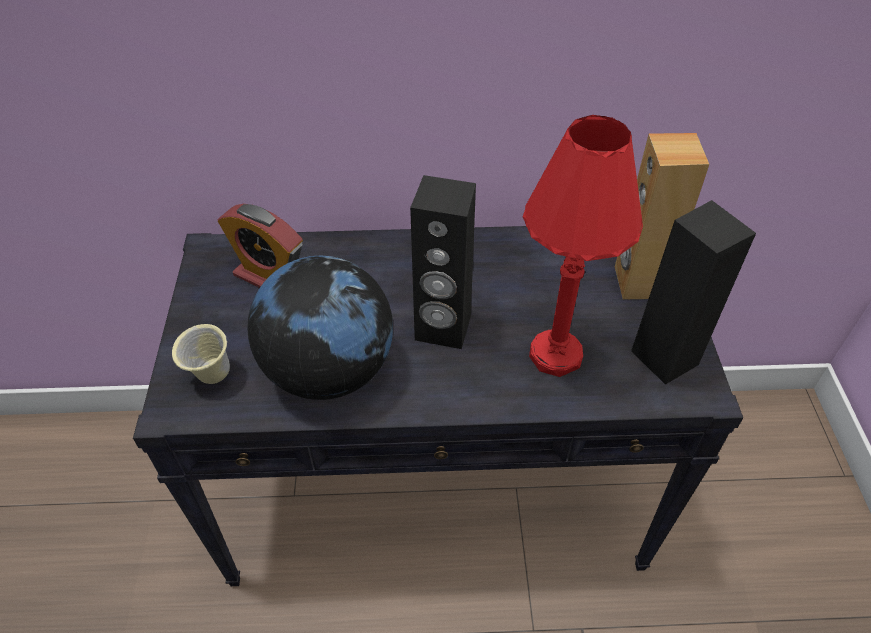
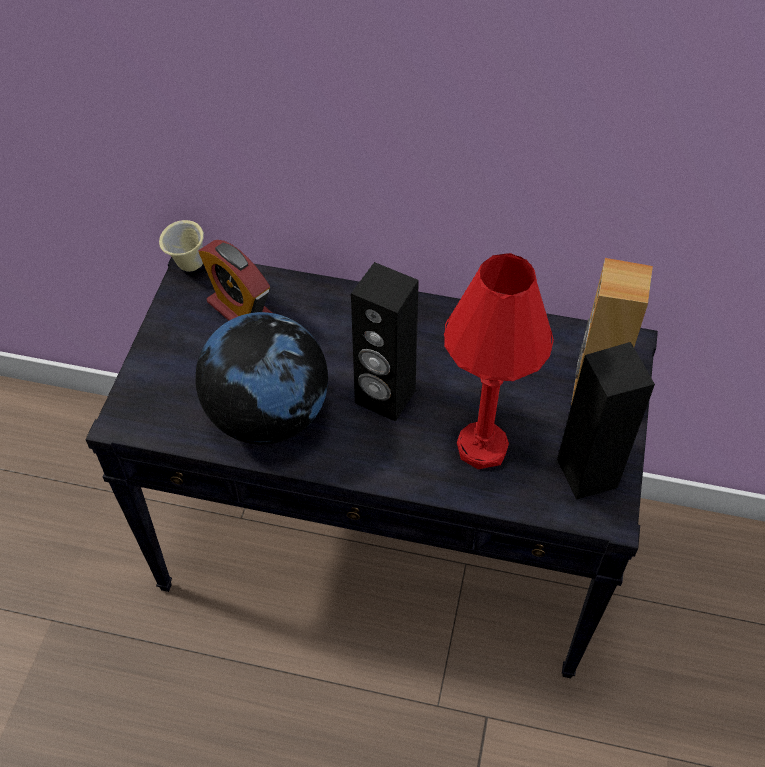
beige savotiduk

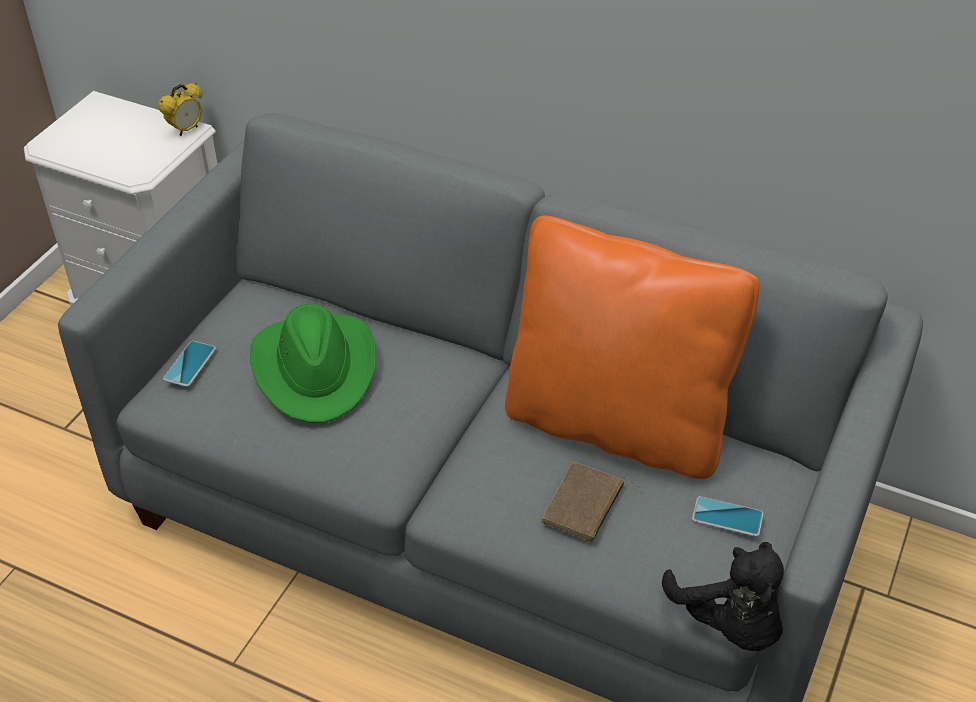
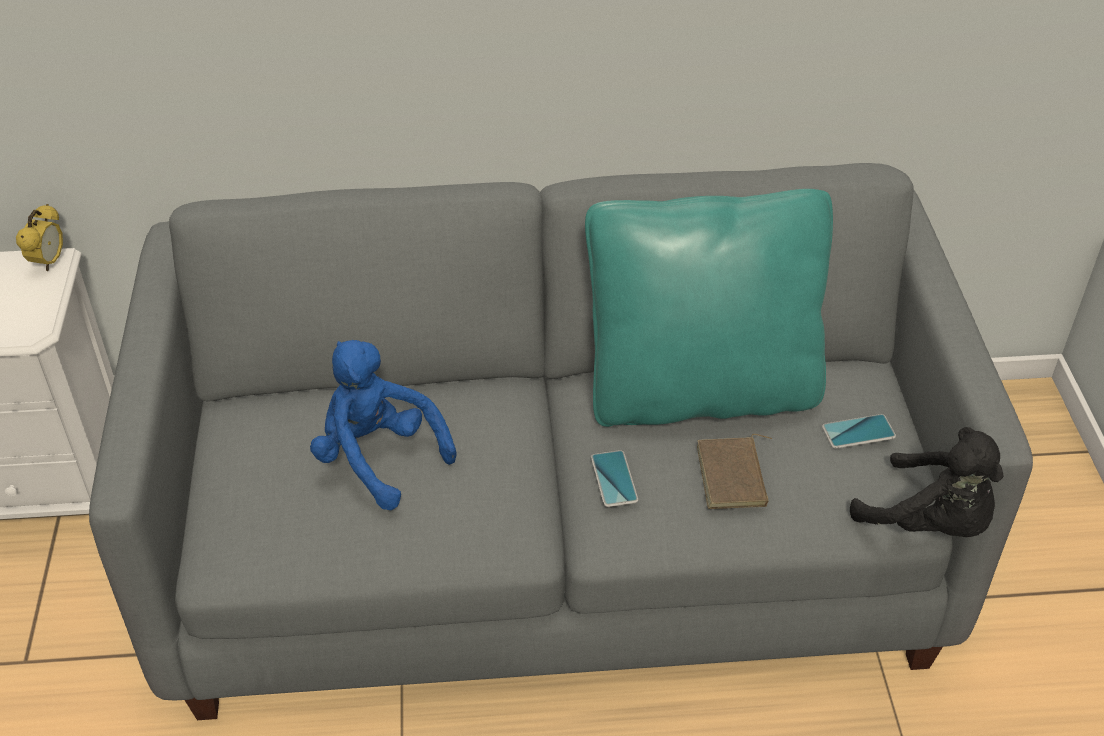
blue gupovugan; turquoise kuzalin; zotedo (no. 1 from left)

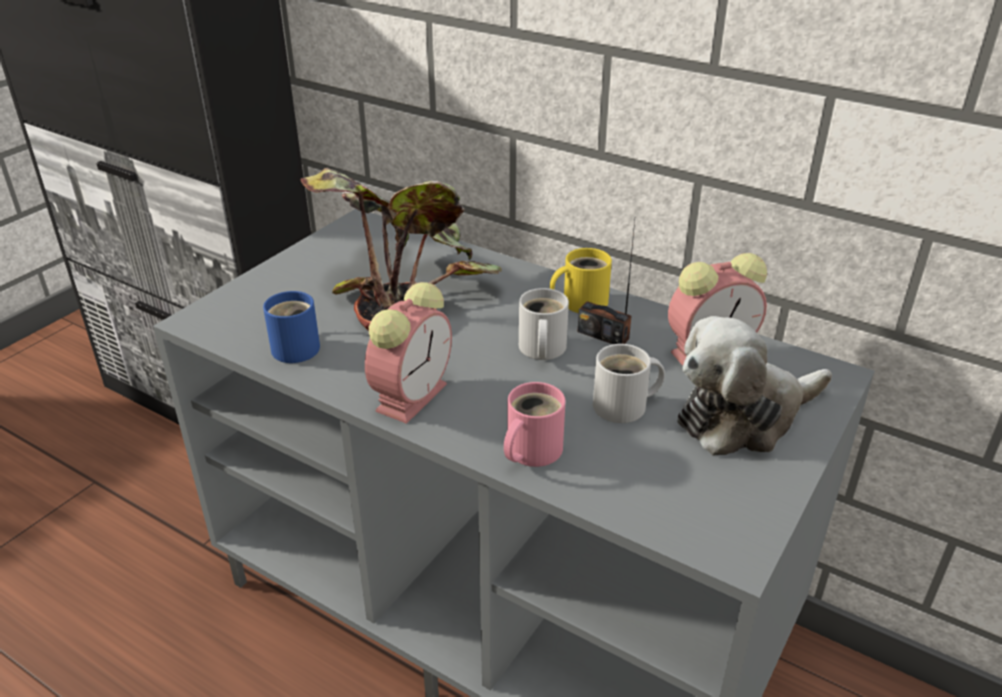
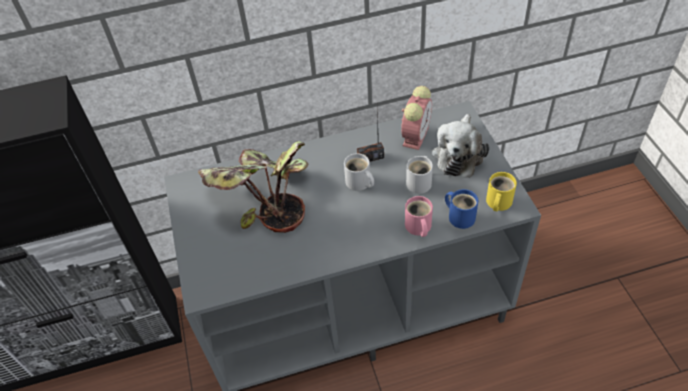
blue savotiduk; yellow savotiduk; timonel (no. 1 from left in the first image)

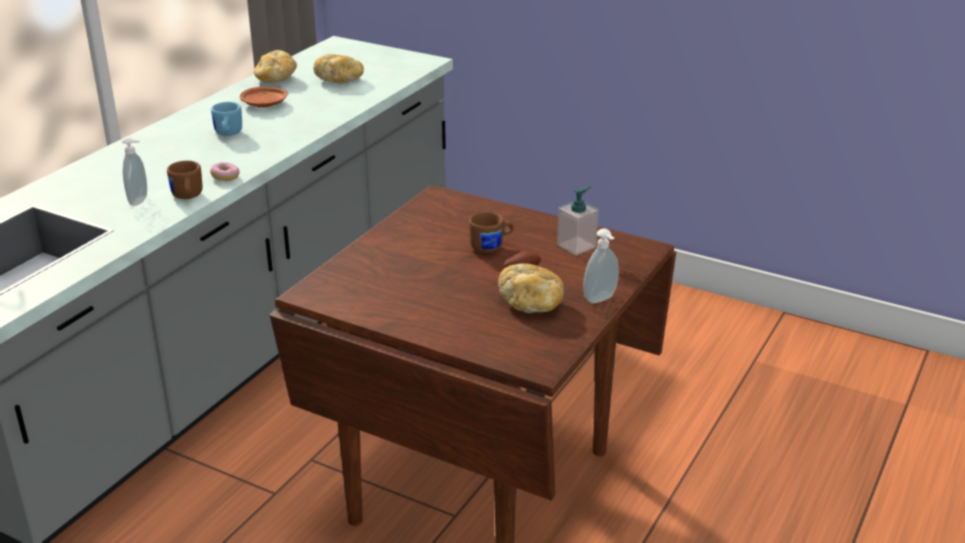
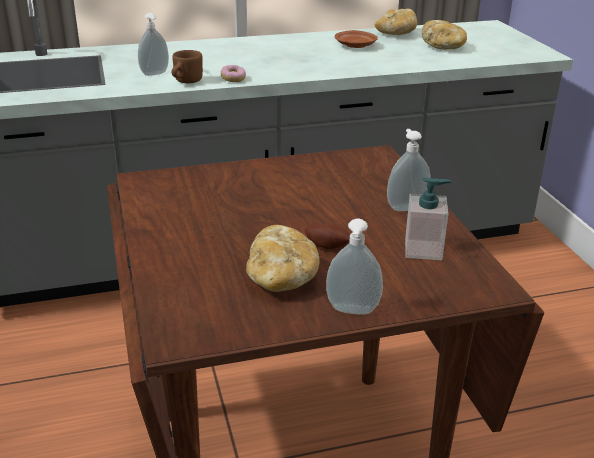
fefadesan (no. 3 from left); blue savotiduk; brown savotiduk (no. 2 from left in the first image)

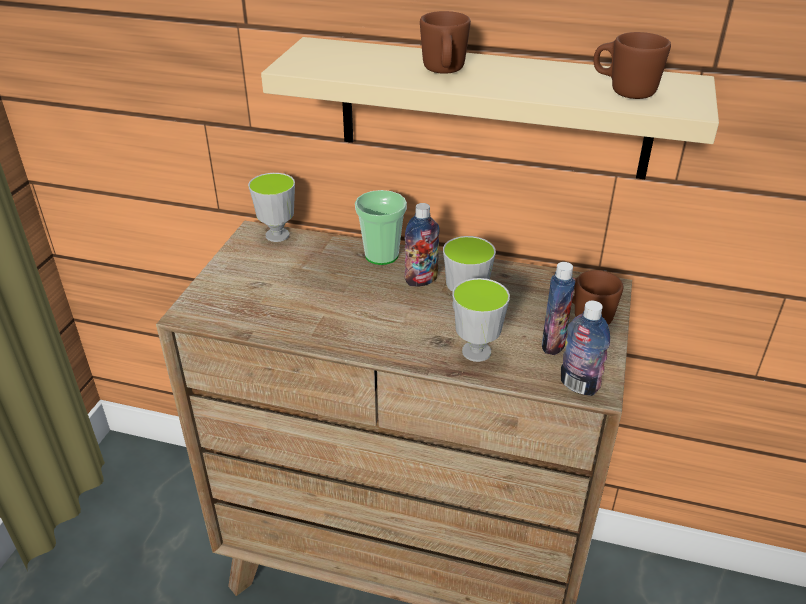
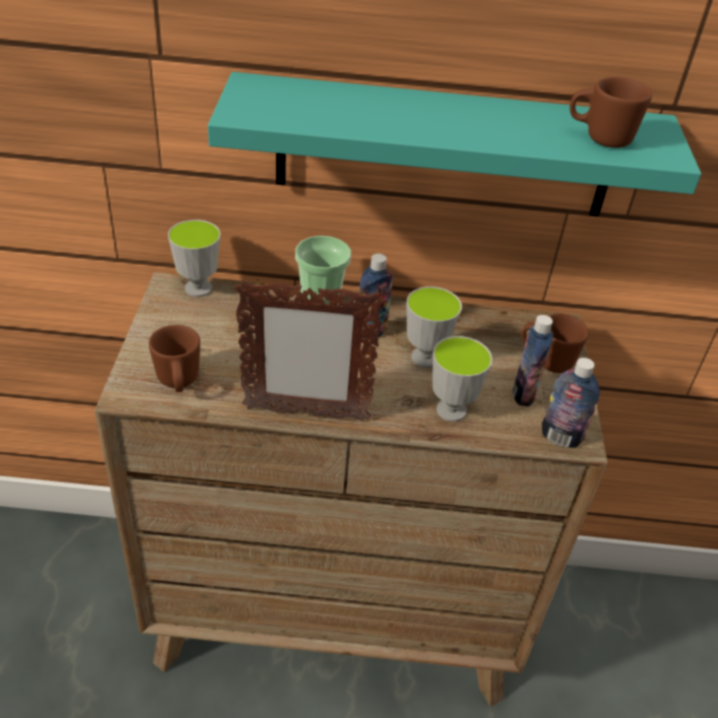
brown savotiduk (no. 1 from left); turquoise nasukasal; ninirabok

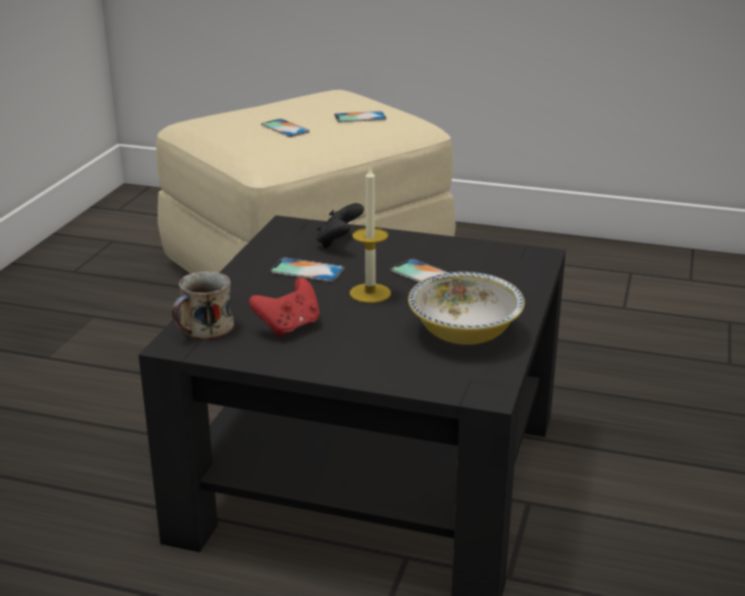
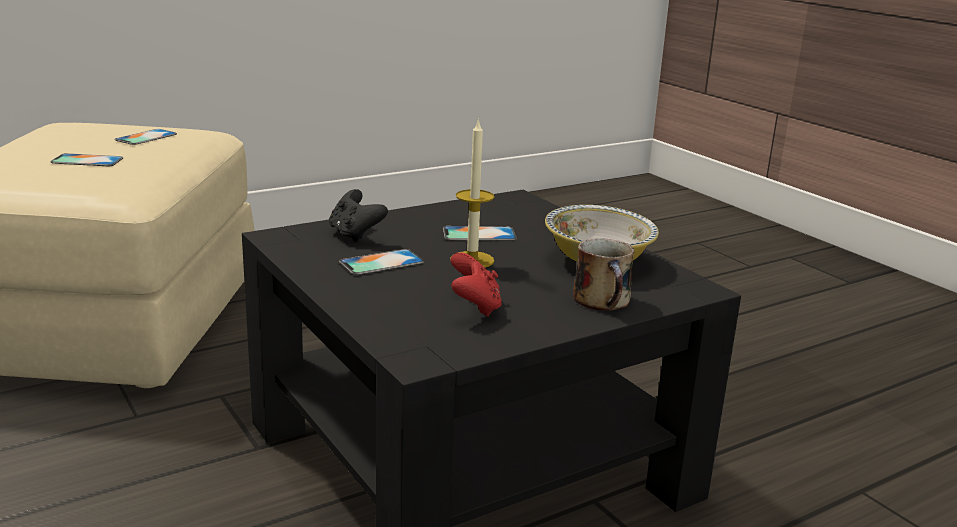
savotiduk

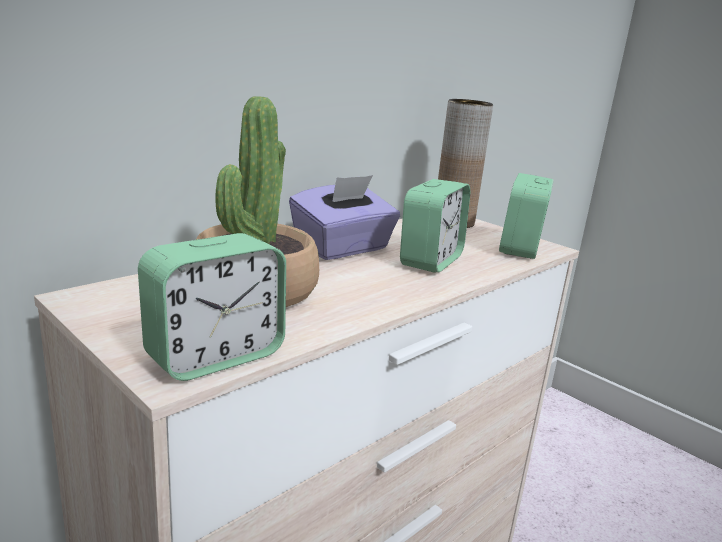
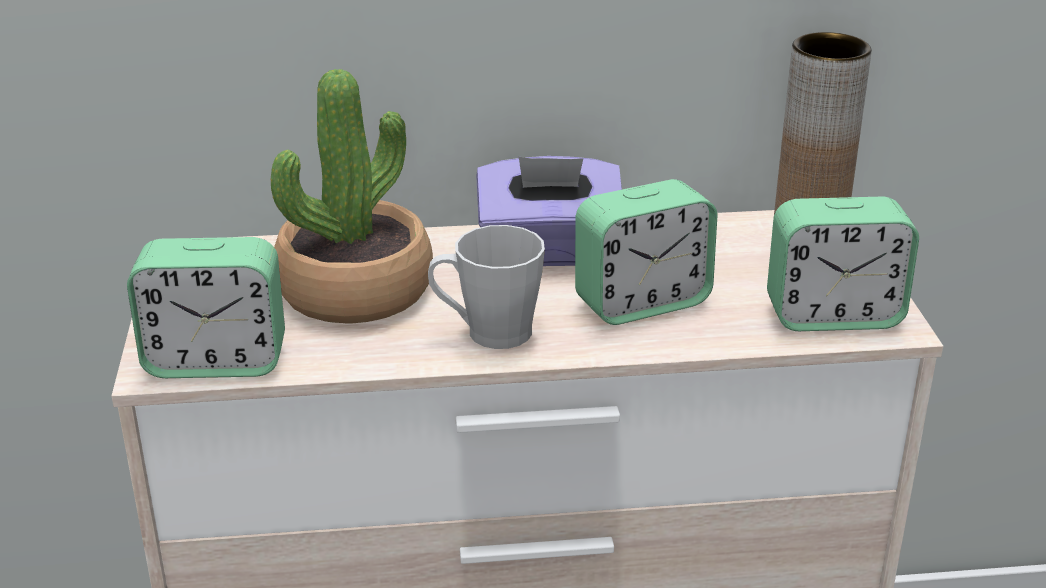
grey savotiduk; timonel (no. 3 from left)

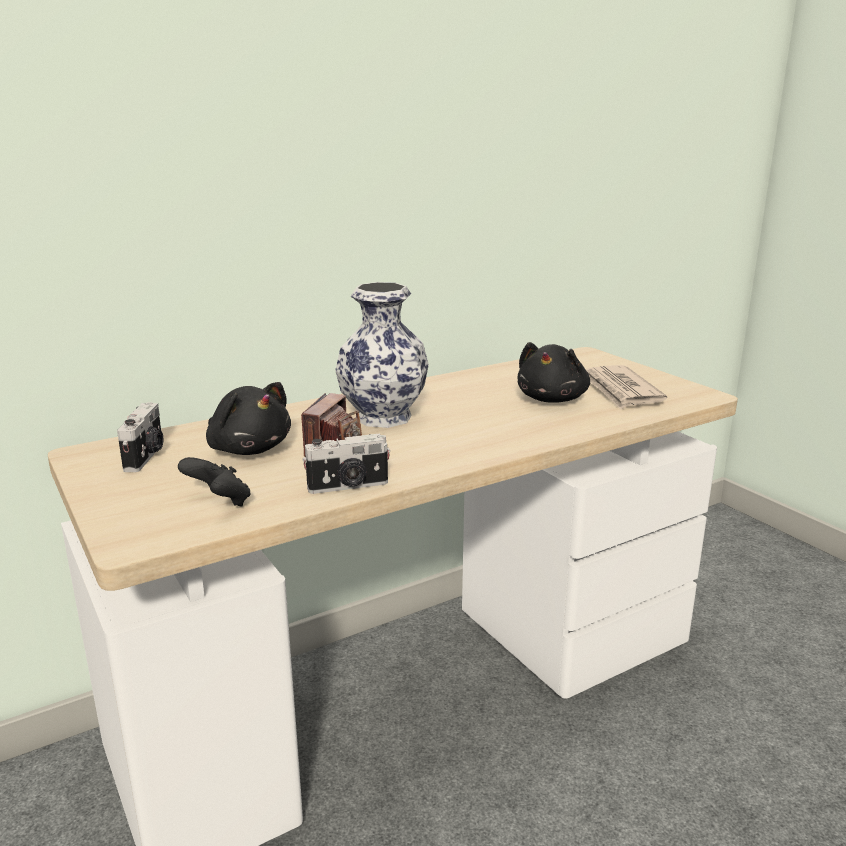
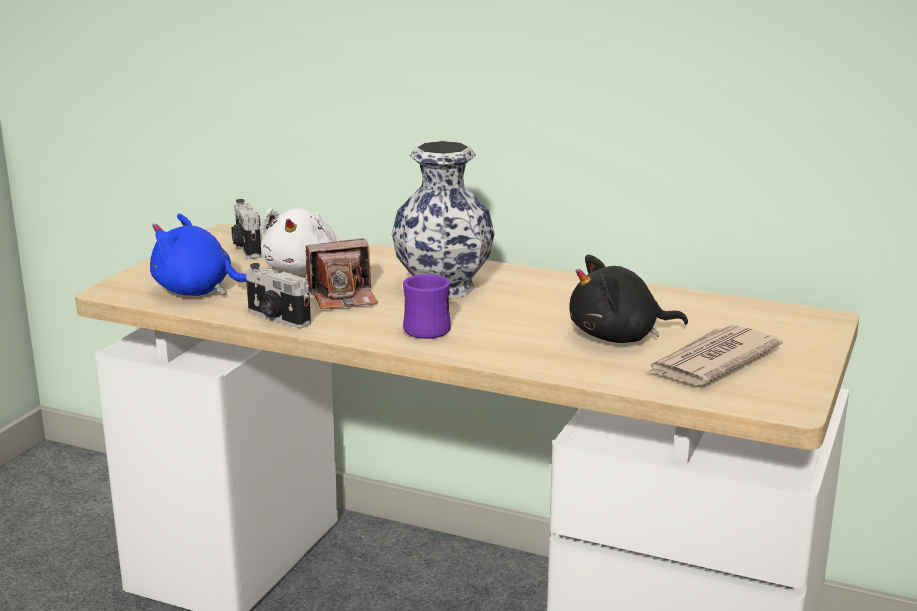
blue gupovugan; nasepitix (no. 1 from left); white gupovugan; purple savotiduk

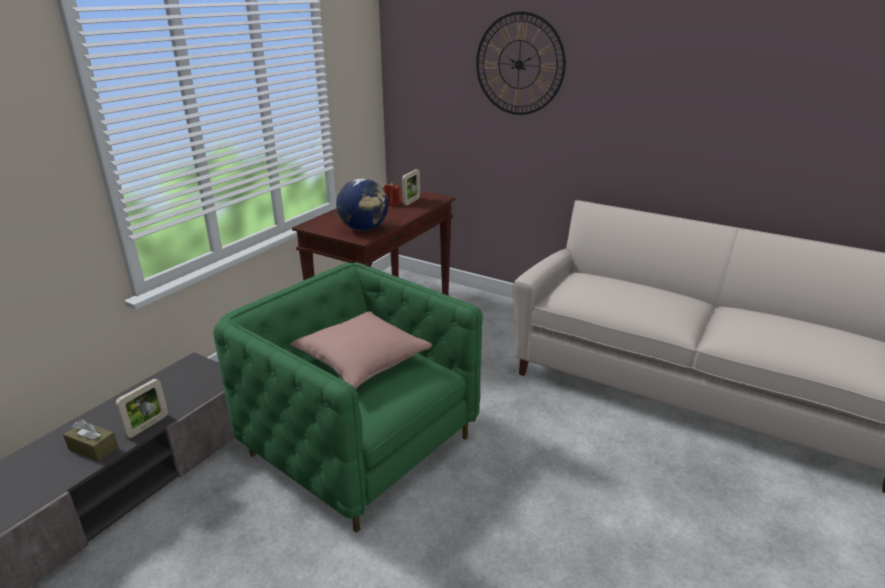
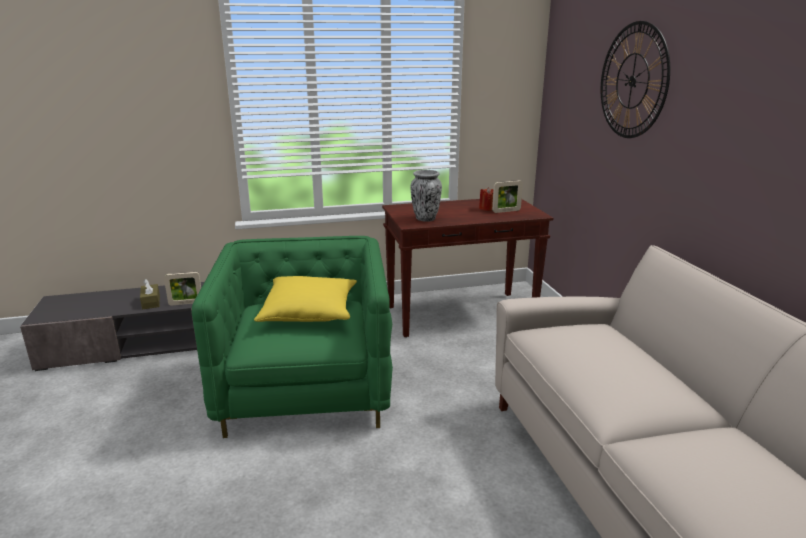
yellow kuzalin; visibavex

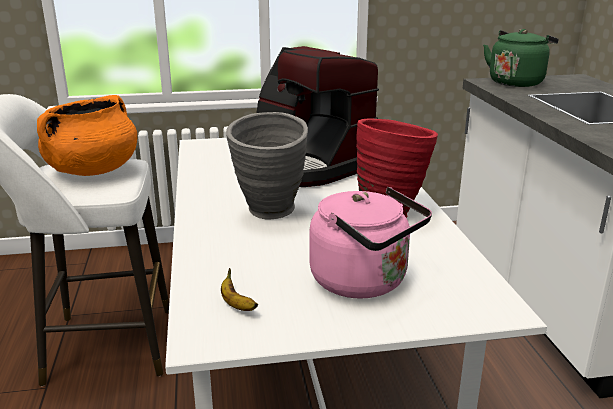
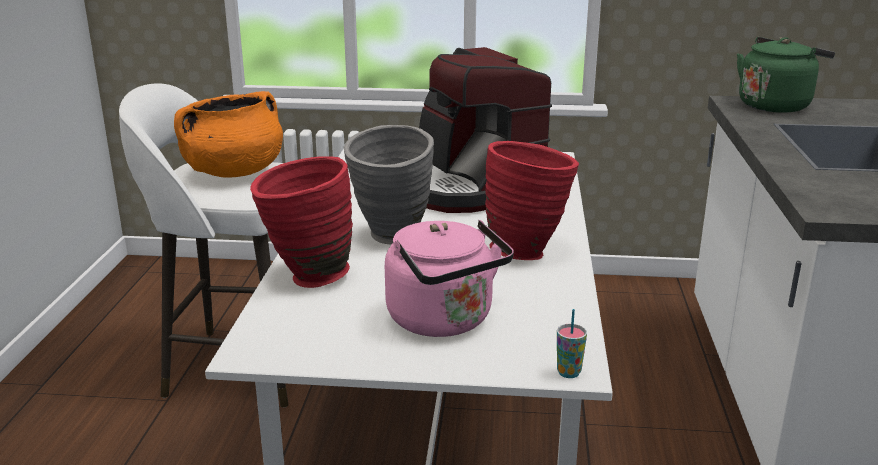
red visibavex (no. 1 from left); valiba; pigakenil

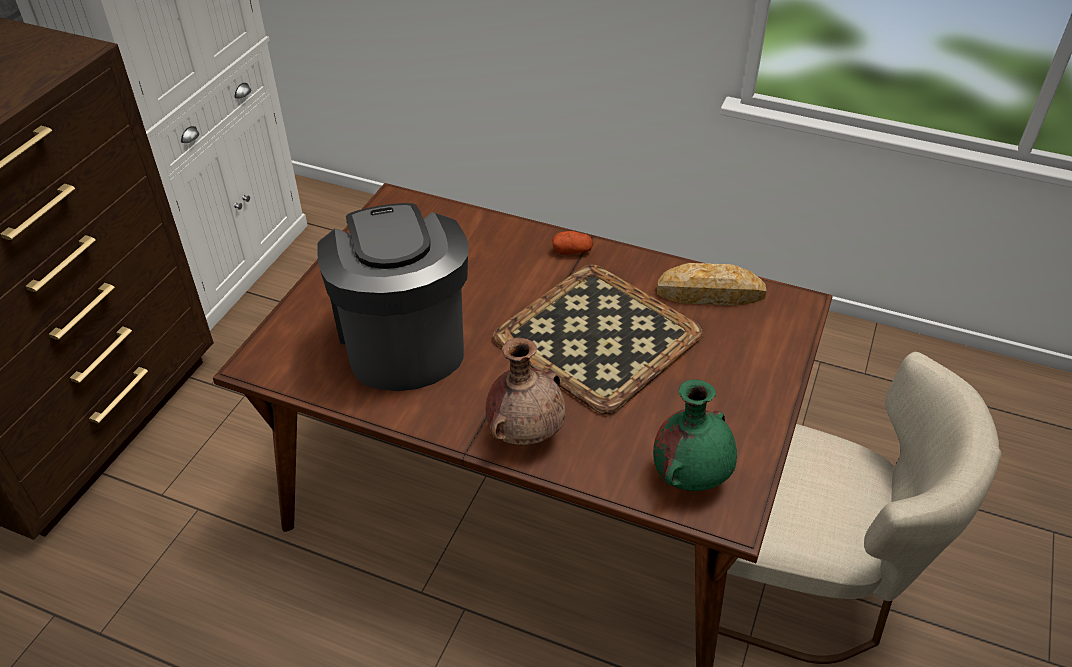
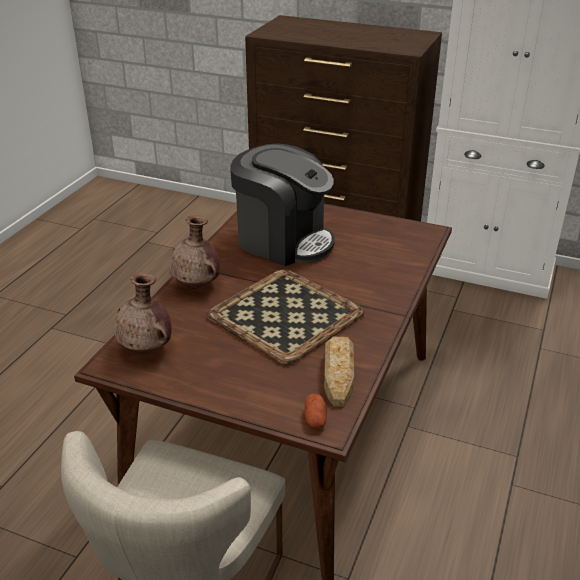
brown visibavex (no. 1 from left); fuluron; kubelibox

